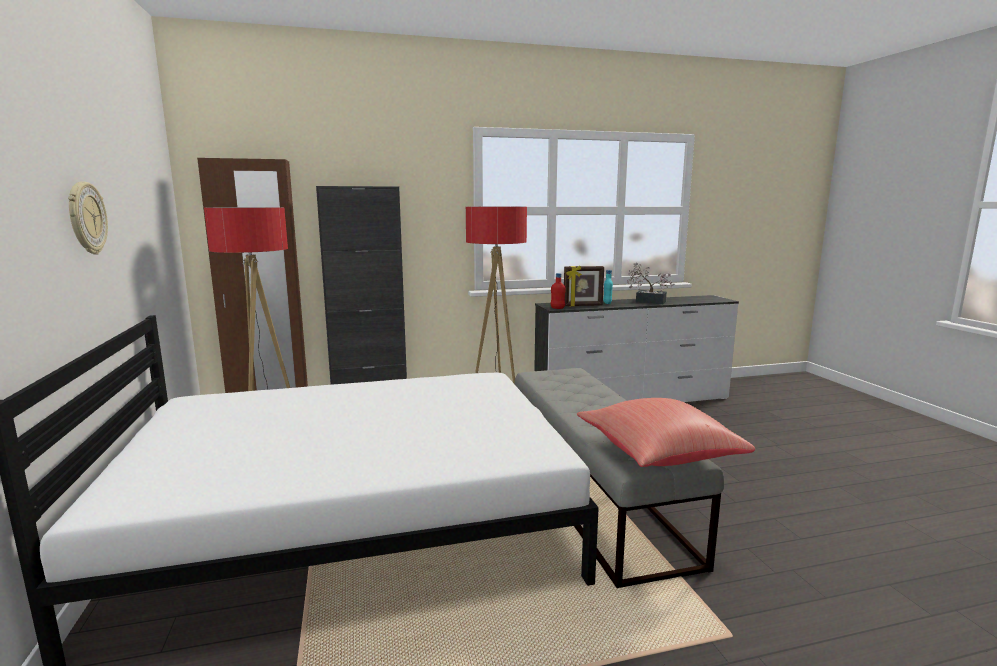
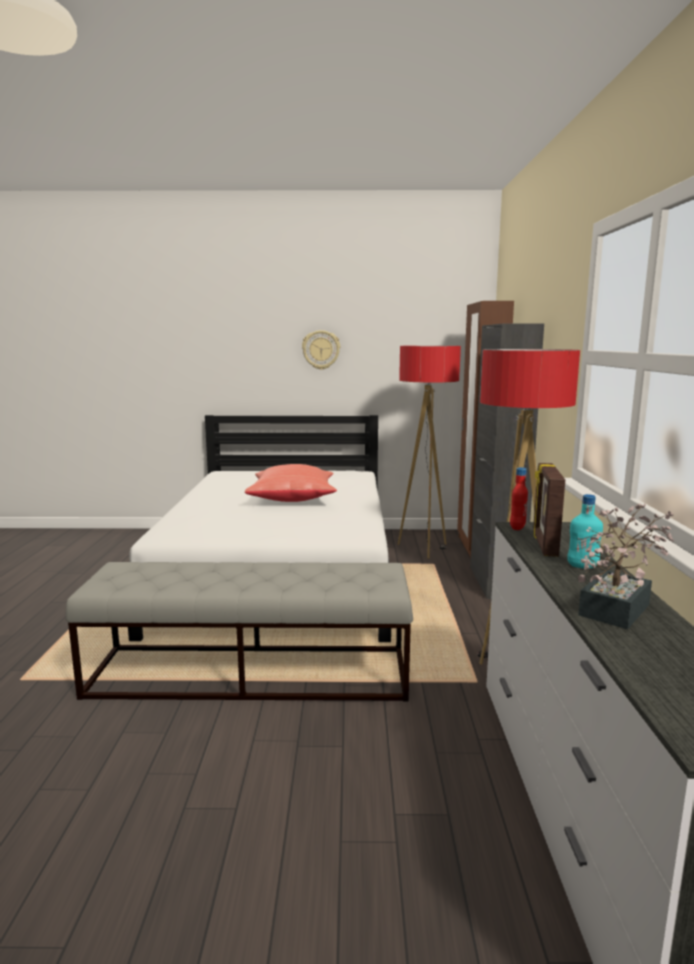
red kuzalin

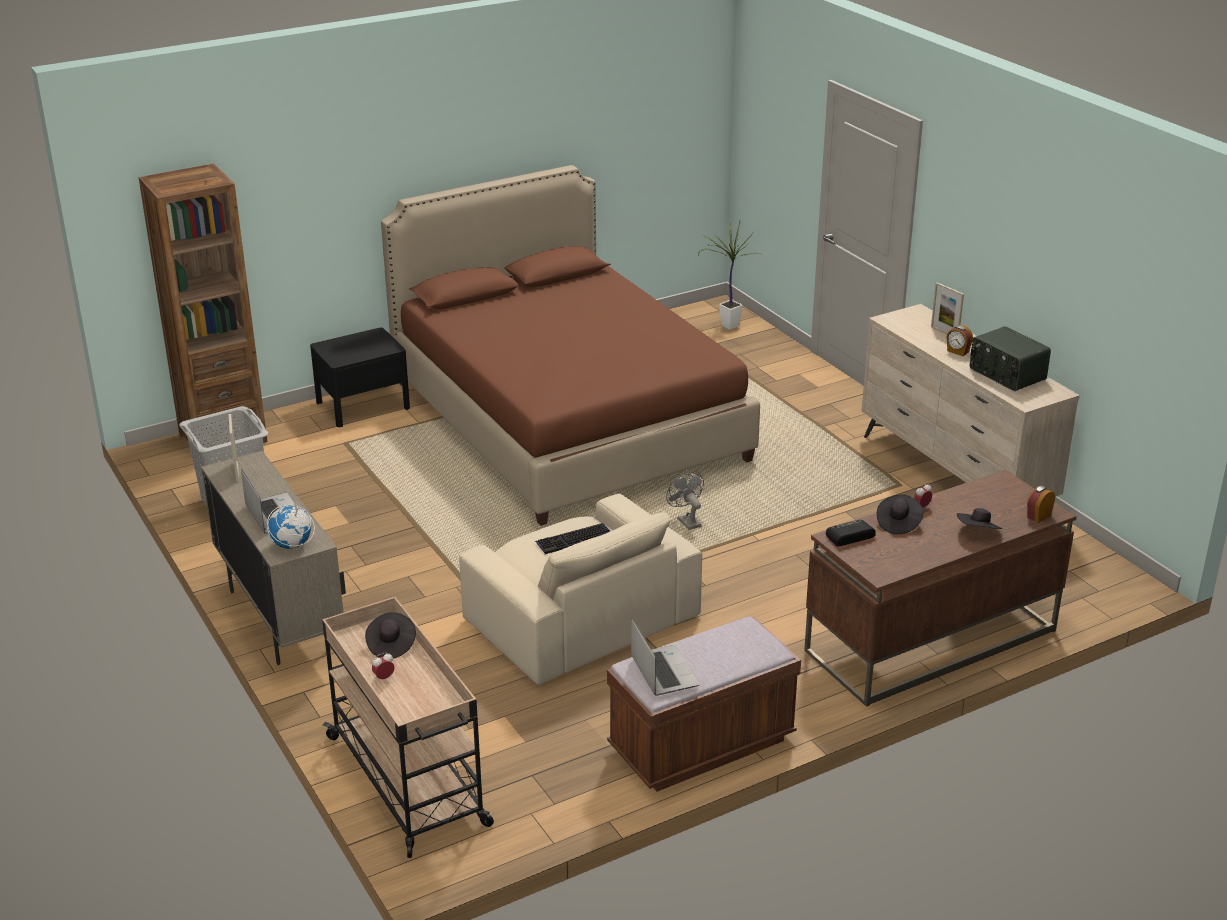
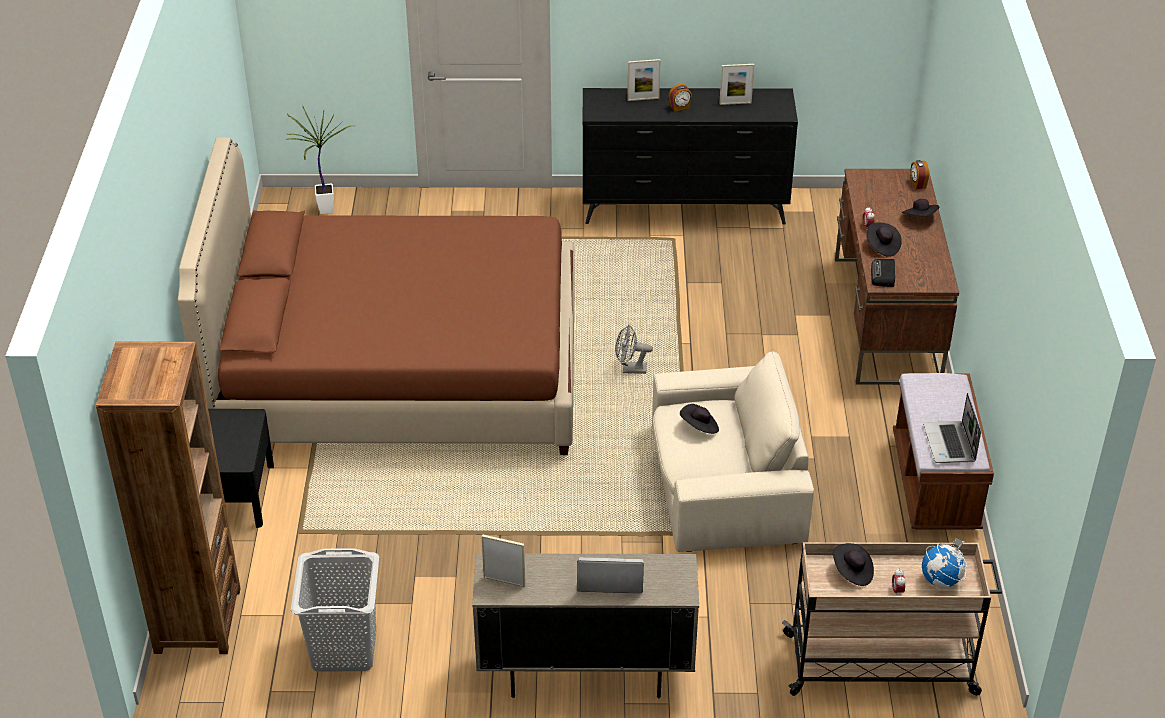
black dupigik; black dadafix (no. 1 from left); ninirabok (no. 3 from left); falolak; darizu (no. 2 from left)

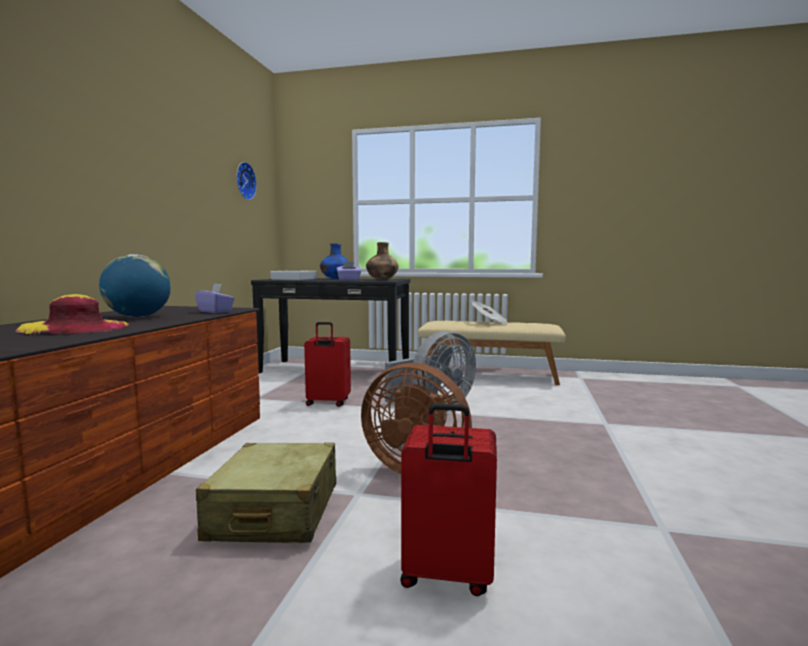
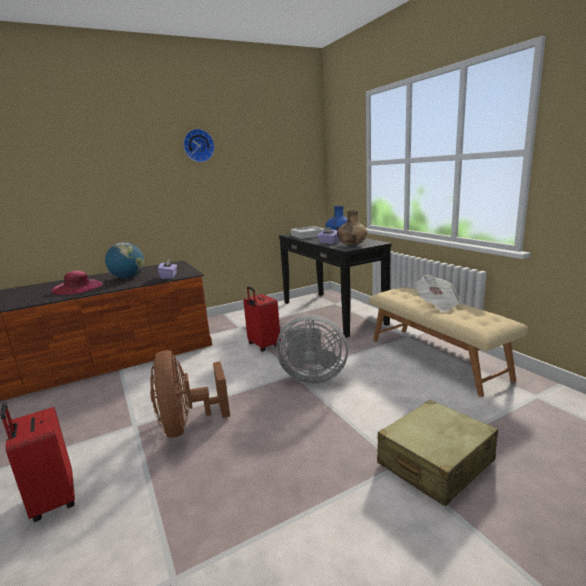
pink dadafix; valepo; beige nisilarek

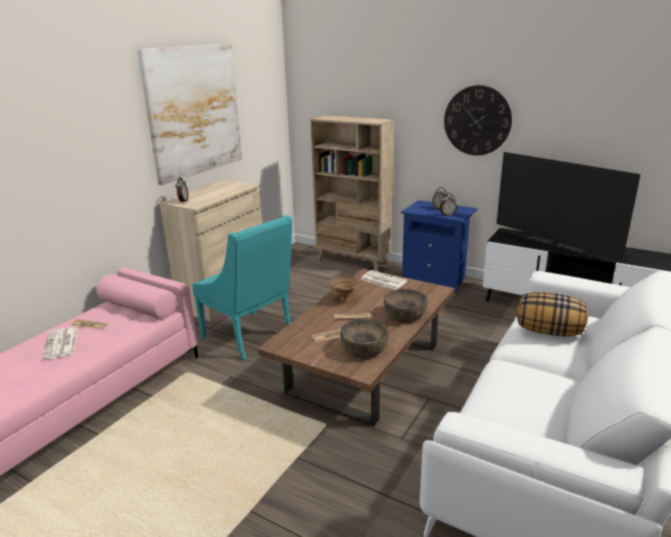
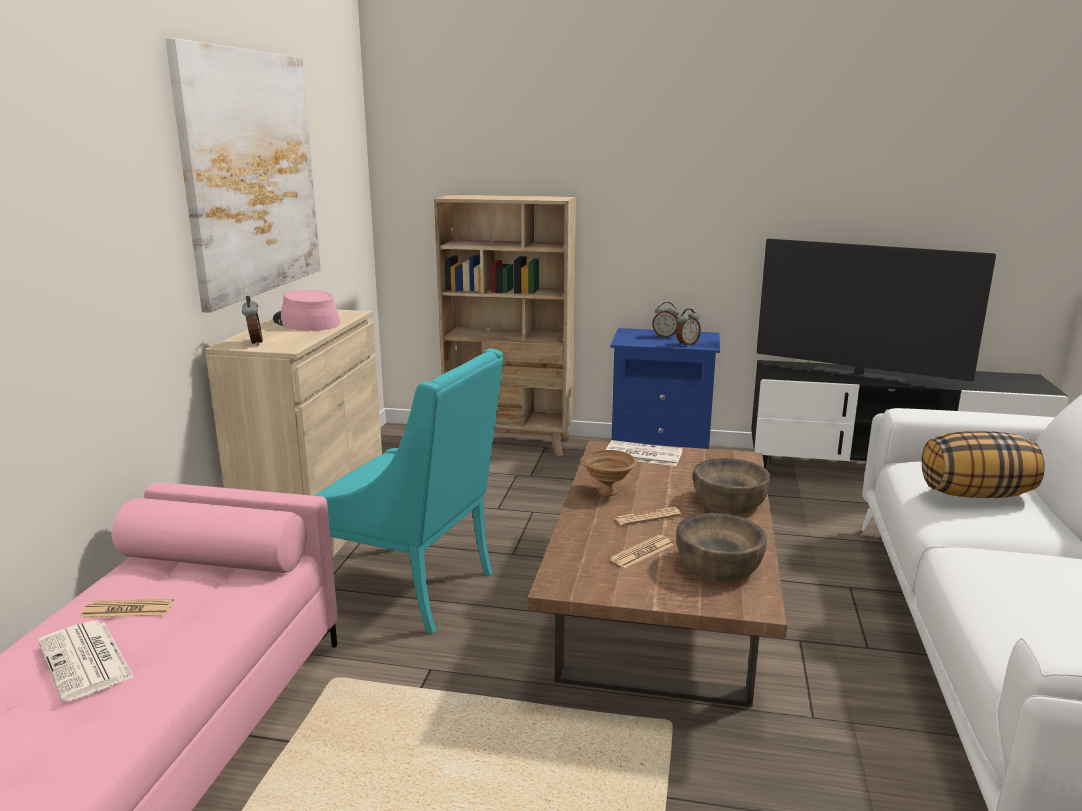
pink dadafix; valepo

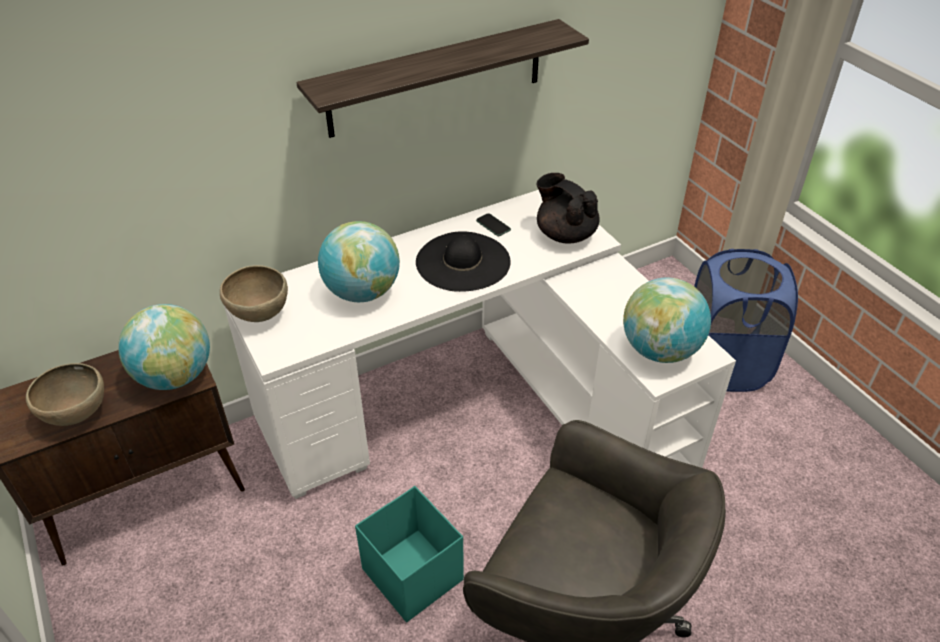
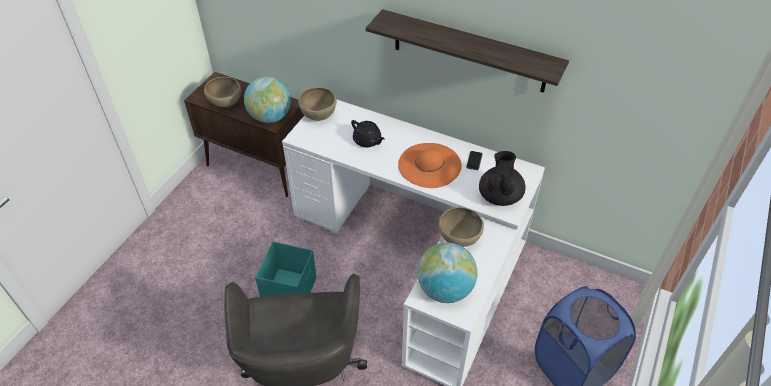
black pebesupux (no. 1 from left); orange dadafix; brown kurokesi (no. 3 from left)

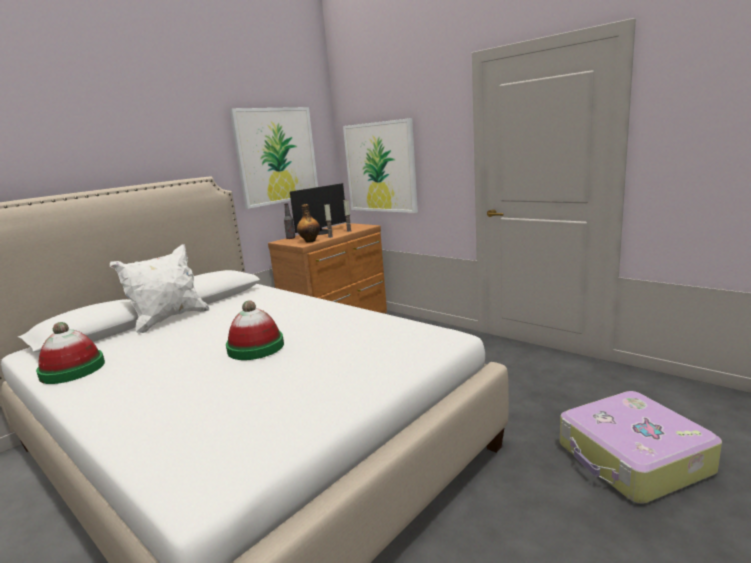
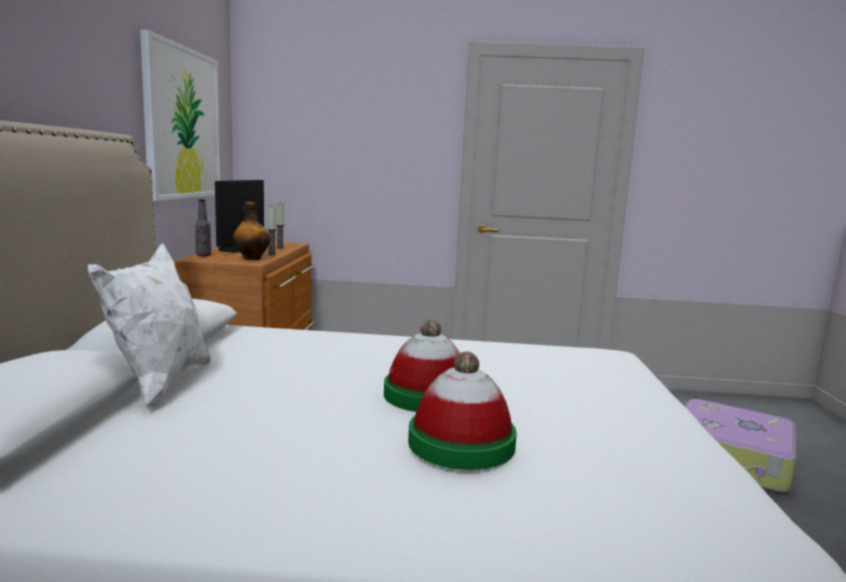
dadafix (no. 2 from left); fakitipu (no. 2 from left in the first image)

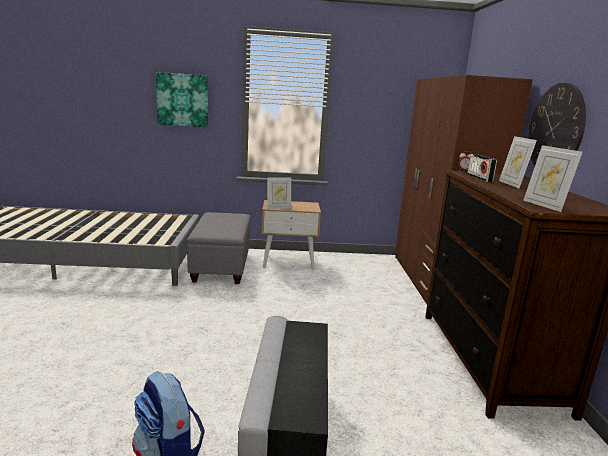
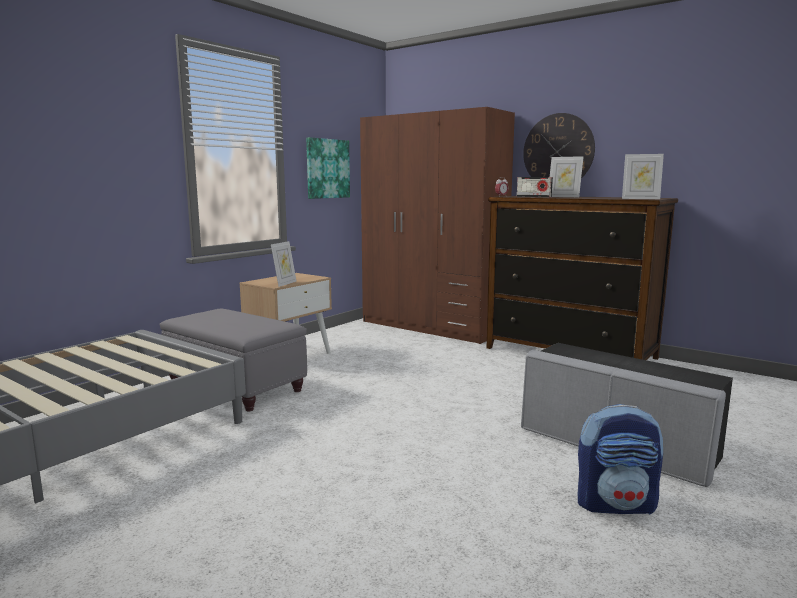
fakitipu

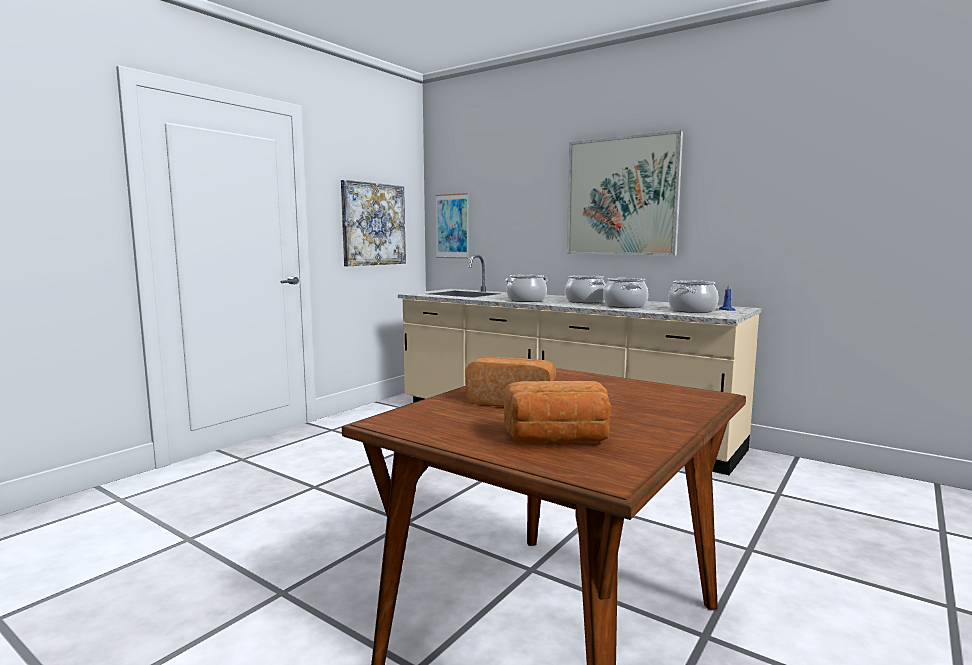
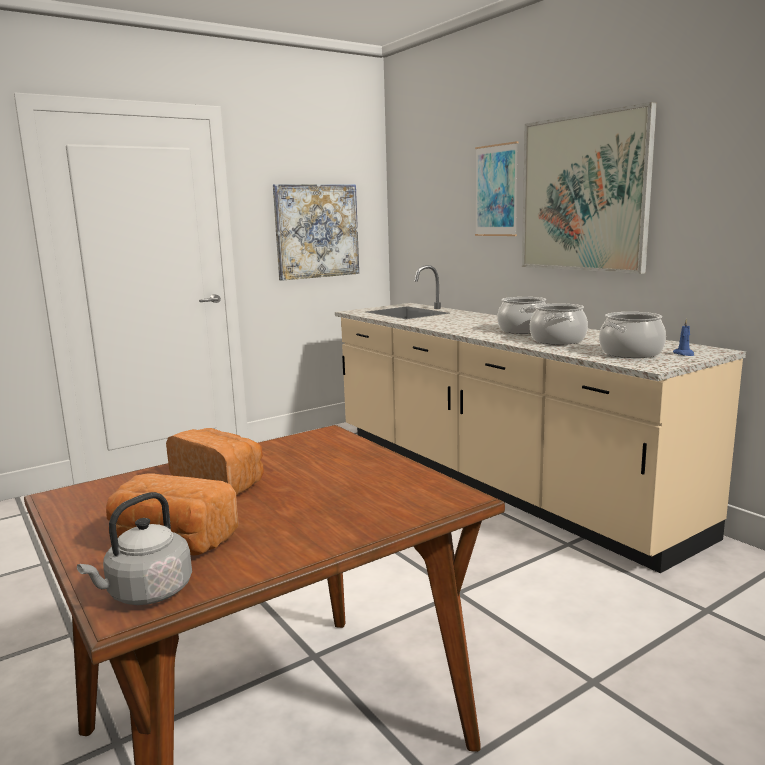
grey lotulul; fakitipu (no. 2 from left); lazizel (no. 1 from left in the first image)

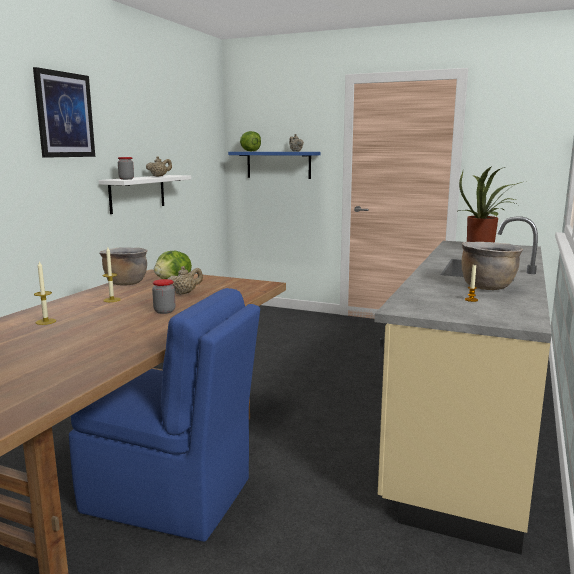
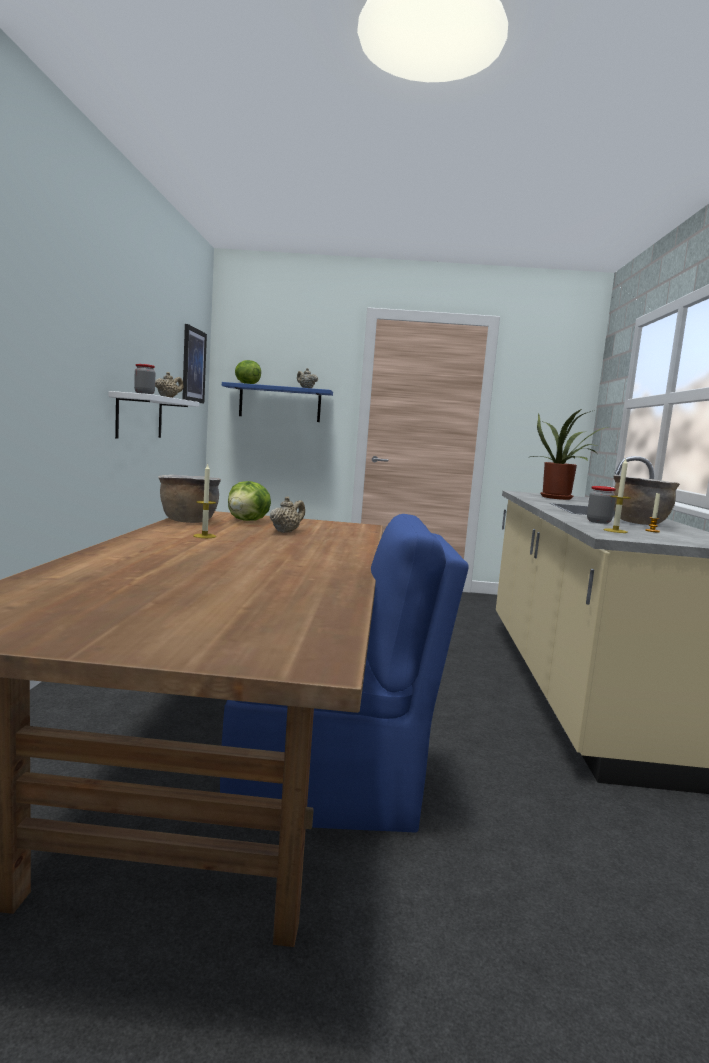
fakitipu; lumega (no. 2 from left); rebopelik (no. 2 from left)

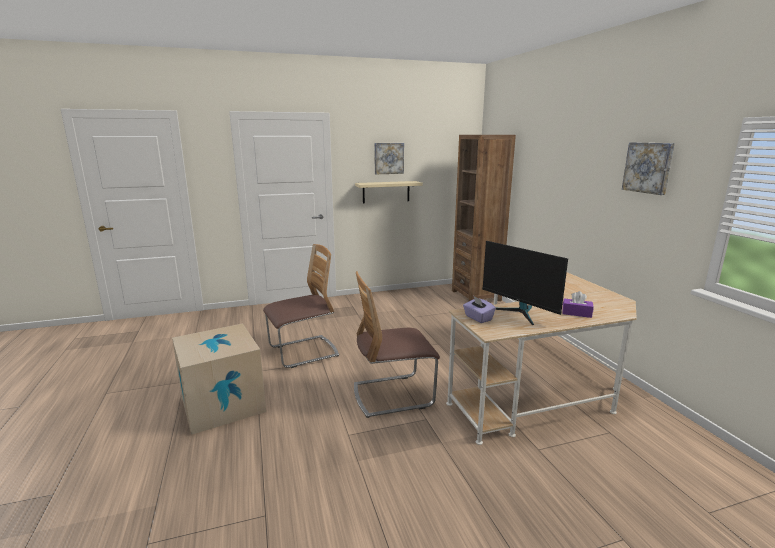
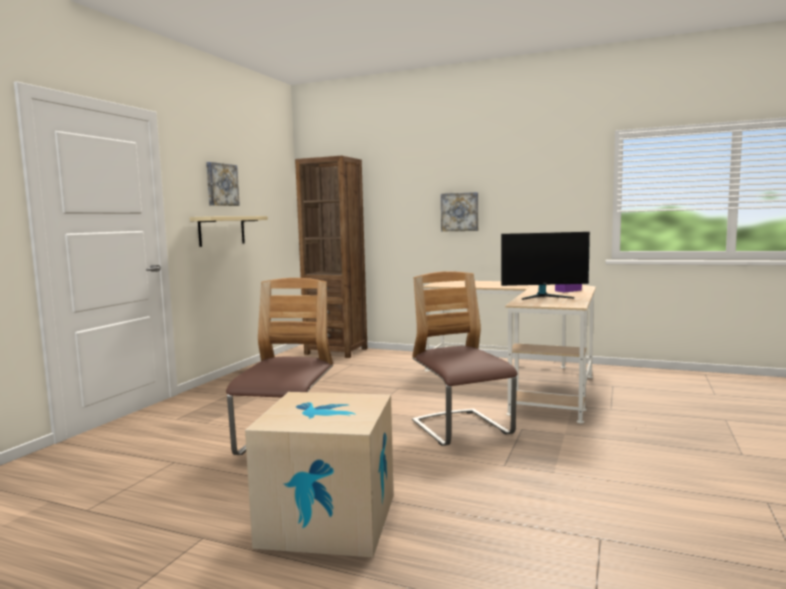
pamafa (no. 2 from left); fakitipu (no. 2 from left); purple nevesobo (no. 1 from left in the first image)

